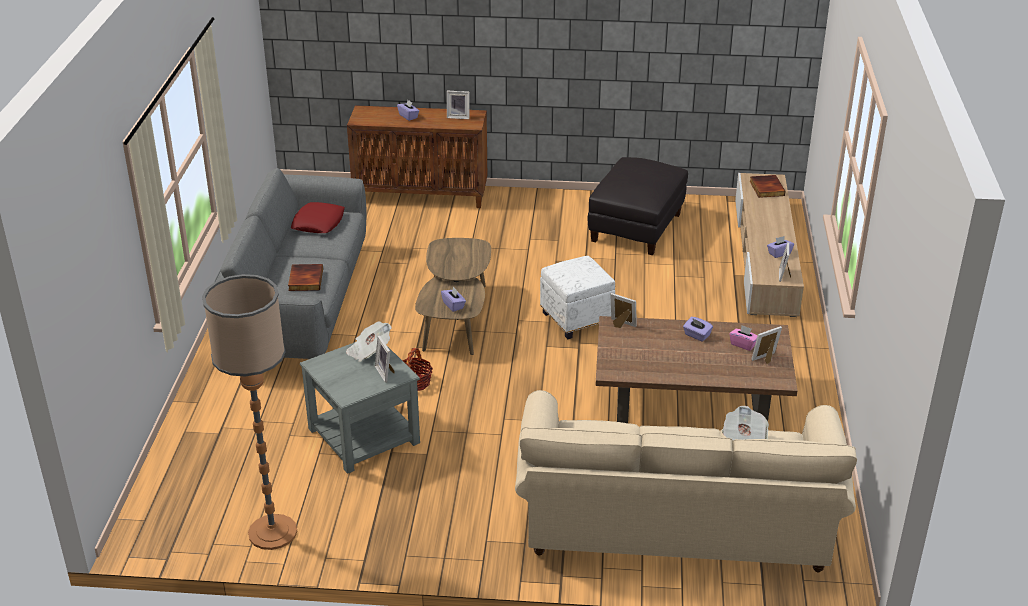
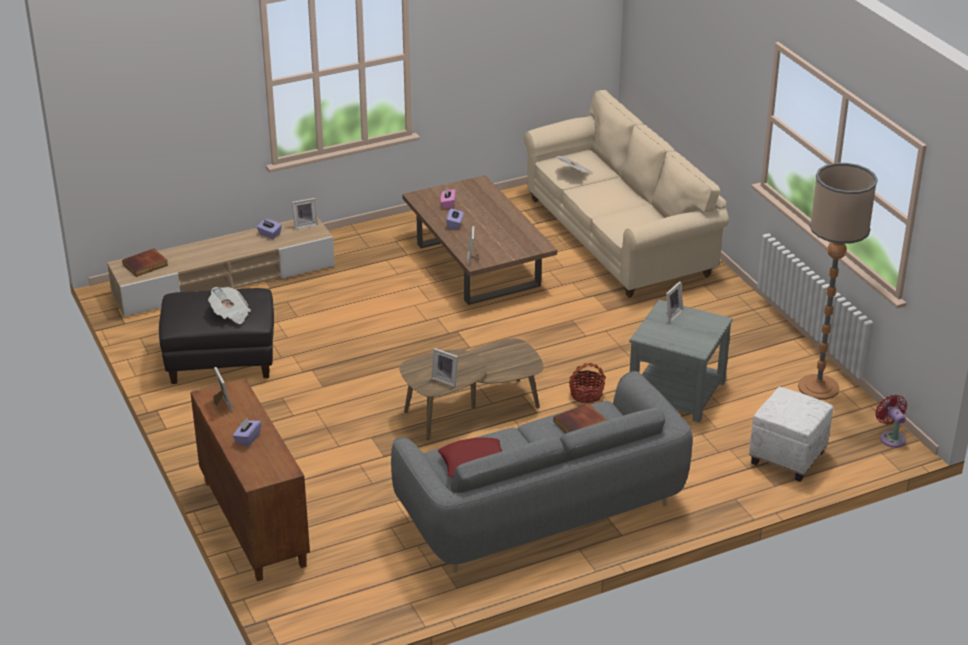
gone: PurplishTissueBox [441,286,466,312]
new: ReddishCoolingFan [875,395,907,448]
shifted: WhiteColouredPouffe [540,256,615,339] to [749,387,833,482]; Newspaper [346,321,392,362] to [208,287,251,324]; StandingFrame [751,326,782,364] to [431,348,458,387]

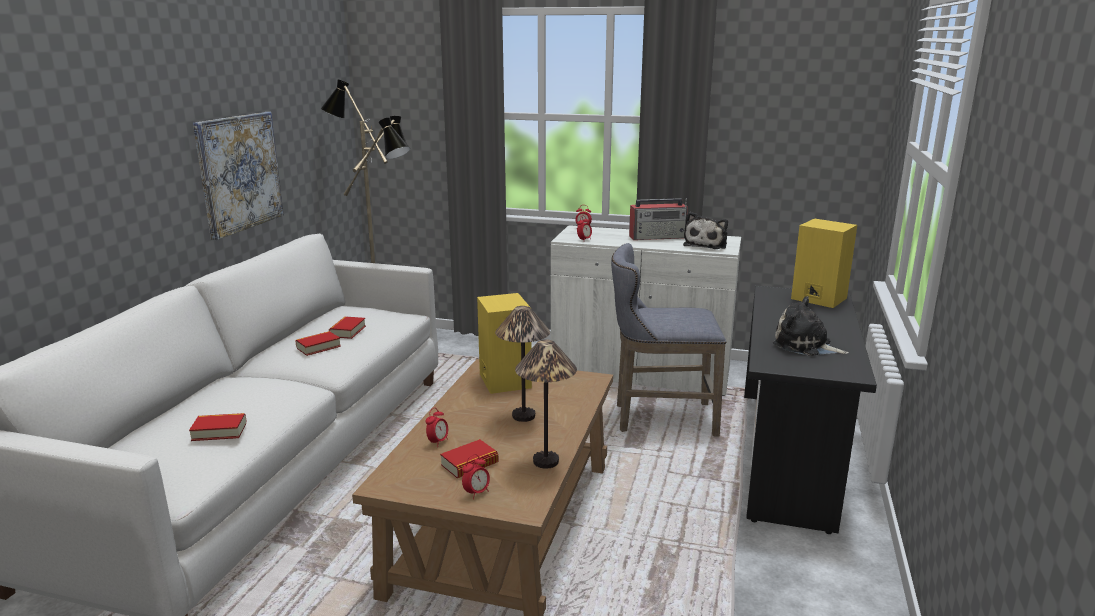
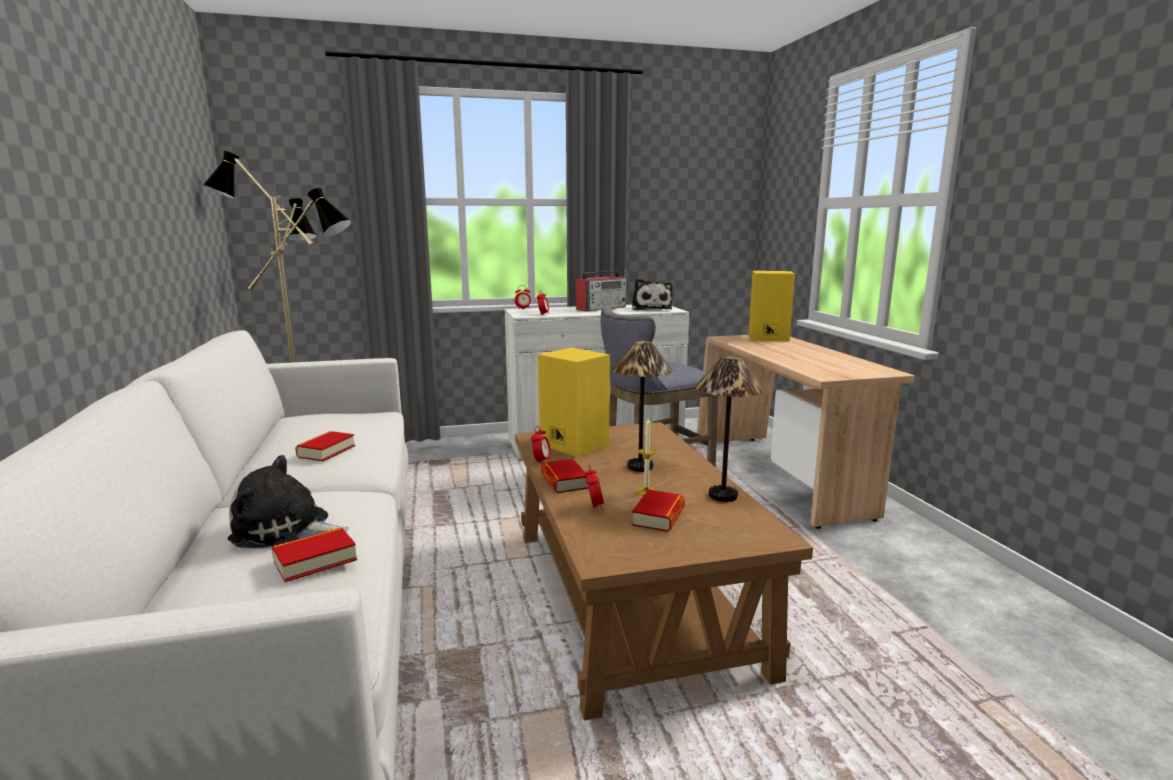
gone: Picture [193,112,284,240]
new: Candle [636,418,656,496]
shifted: PlushToy [773,296,849,356] to [227,455,349,549]; Book [329,317,366,339] to [541,459,589,493]; BedsideClock [462,454,490,499] to [531,426,551,462]
repainted: BlackColouredDeskUnit [744,285,877,534] to BeigeDeskUnit [697,335,915,529]

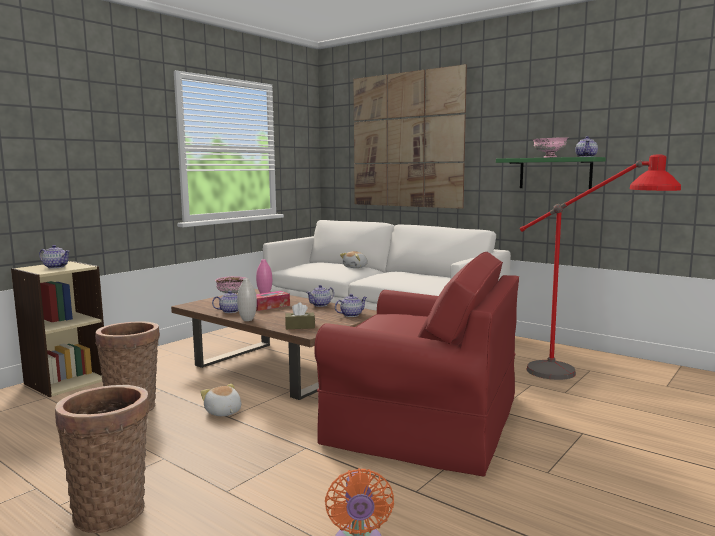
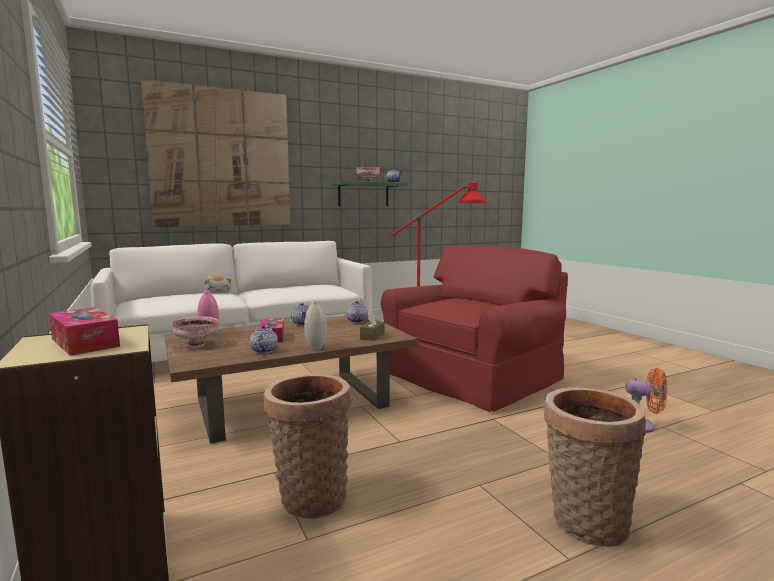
gone: PlushToy [200,384,241,416]
swapped: TeaPot [39,245,70,269] to TissueBox [49,307,120,356]

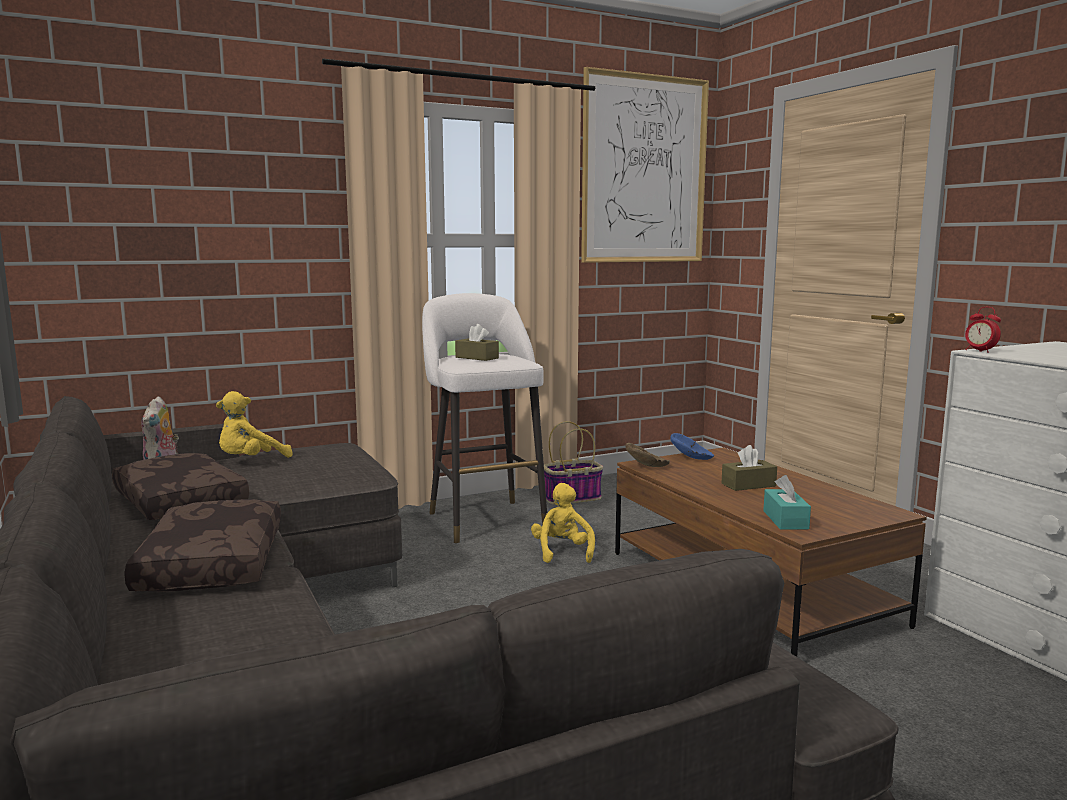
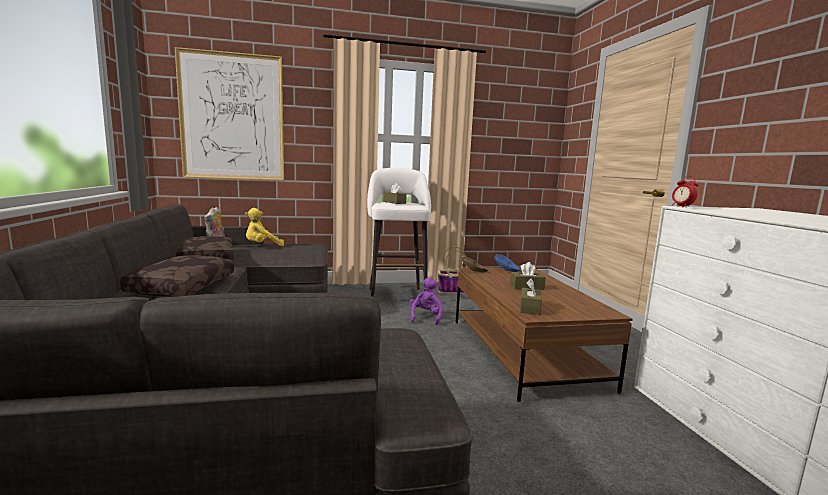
shifted: Picture [581,67,709,263] to [175,47,284,181]
repainted: TurquoiseColouredTissueBox [763,475,811,530] to BrownColouredTissueBox [520,279,542,315]; YellowPlushToy [531,483,595,563] to PurplishPlushToy [410,277,443,325]

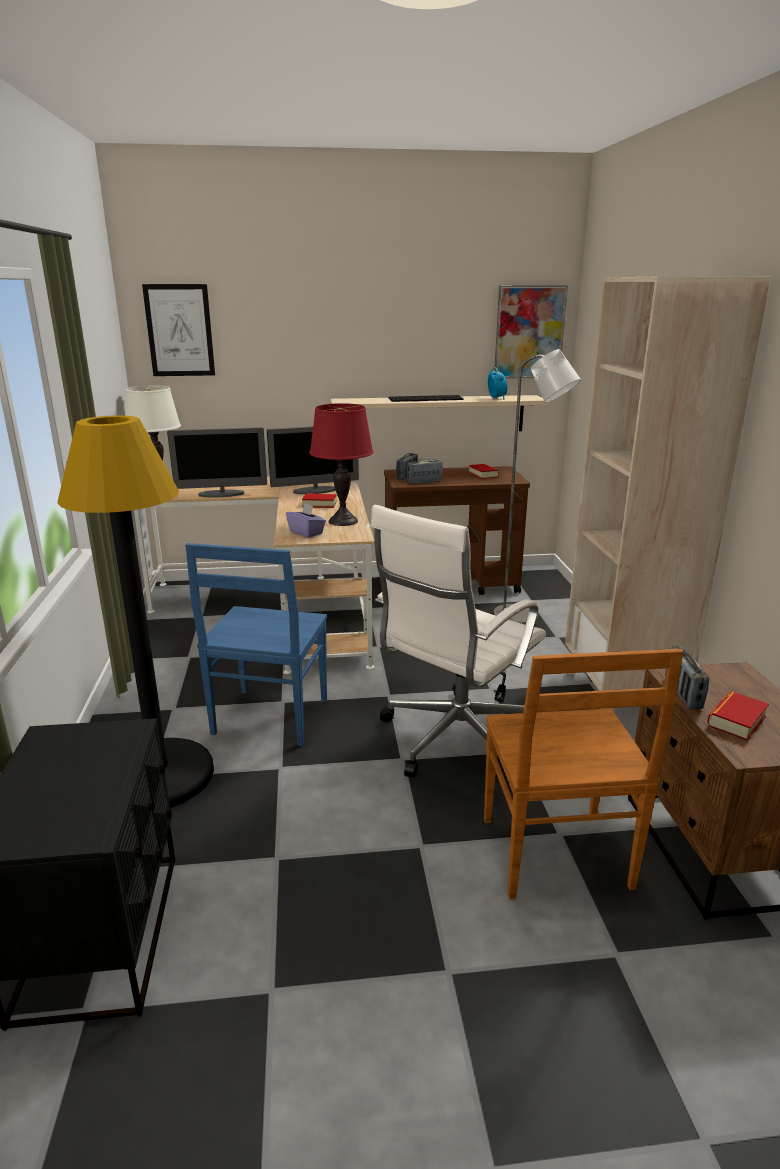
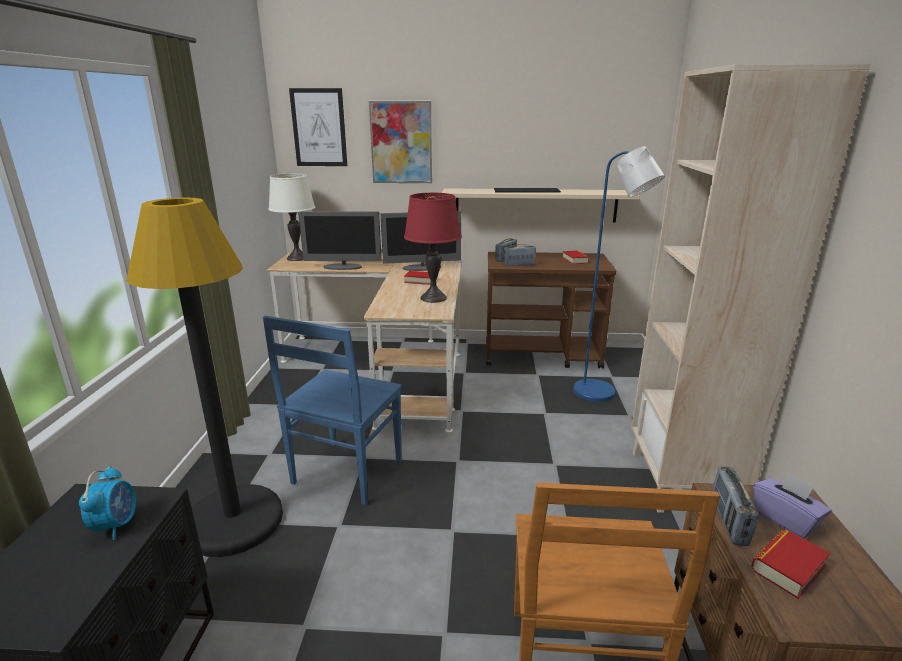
gone: WhiteColouredDeskChair [370,505,546,778]
shifted: Picture [494,286,568,379] to [369,101,432,183]; BedsideClock [488,367,507,400] to [79,466,136,540]; PurplishTissueBox [286,503,326,538] to [753,472,832,539]
repainted: GrayFloorLamp [493,349,581,625] to BluishFloorLamp [573,146,665,402]

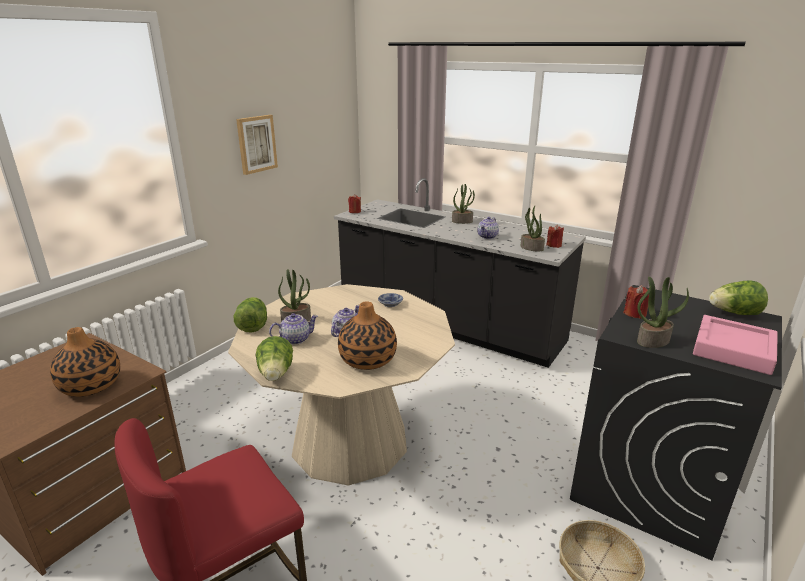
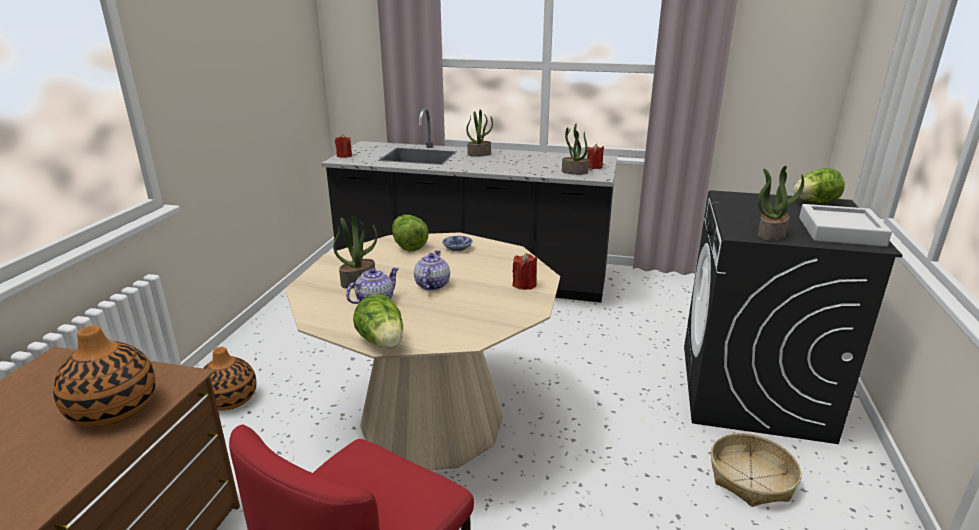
gone: Picture [236,115,278,175]; TeaPot [477,217,499,239]
shifted: ReddishCandle [623,285,649,319] to [512,253,537,290]; LettuceHead [234,297,267,332] to [392,215,429,252]; Vase [338,301,397,370] to [203,347,257,410]
repainted: PinkishCarryingTray [693,315,778,375] to GrayCarryingTray [799,204,892,247]

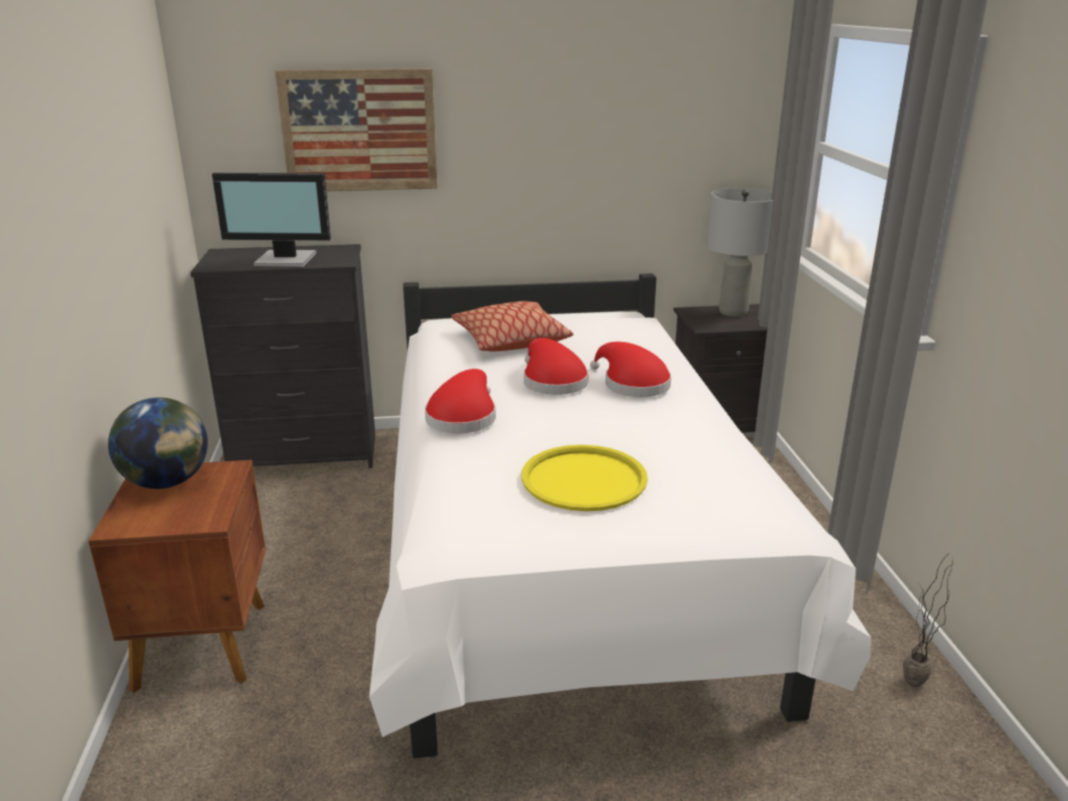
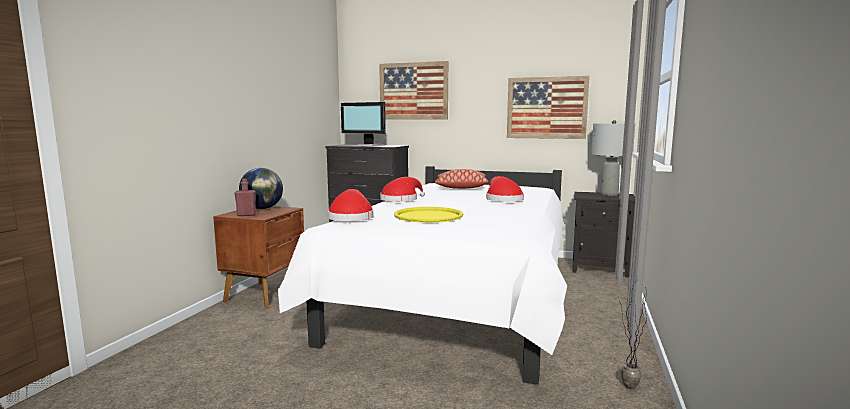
new: Picture [507,76,590,139]; ReddishDrinkBottle [235,178,256,216]
shifted: ReddishClothingHat [524,338,589,395] to [328,189,373,221]

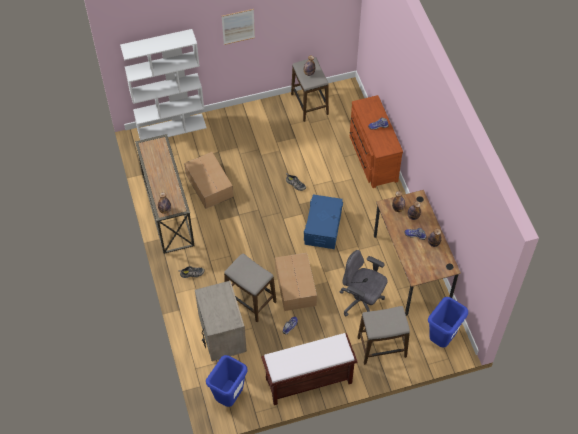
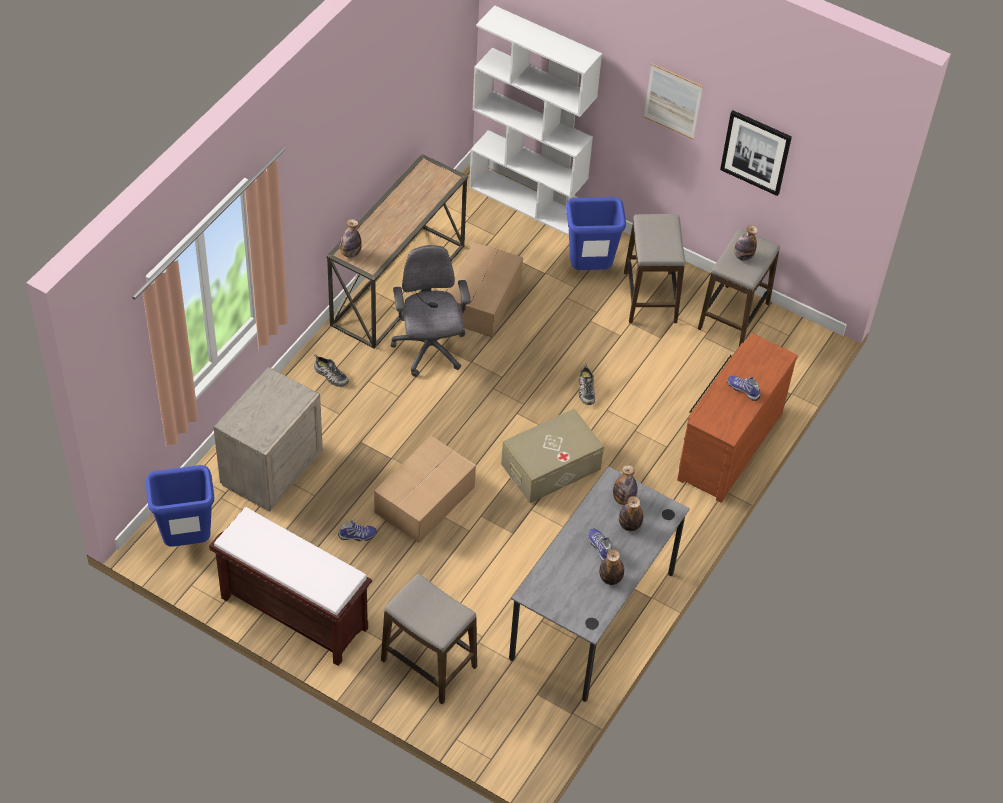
new: Picture [720,110,792,196]
shifted: GrayDeskChair [340,250,388,316] to [391,245,471,377]; StoolSeat [224,253,276,322] to [624,214,685,323]; BluishTrashCan [428,297,468,348] to [566,197,626,270]
repainted: BrownColouredDeskUnit [374,190,461,316] to GrayDeskUnit [509,466,690,702]; BluishStorageContainer [304,194,343,249] to BeigeStorageContainer [501,408,604,503]

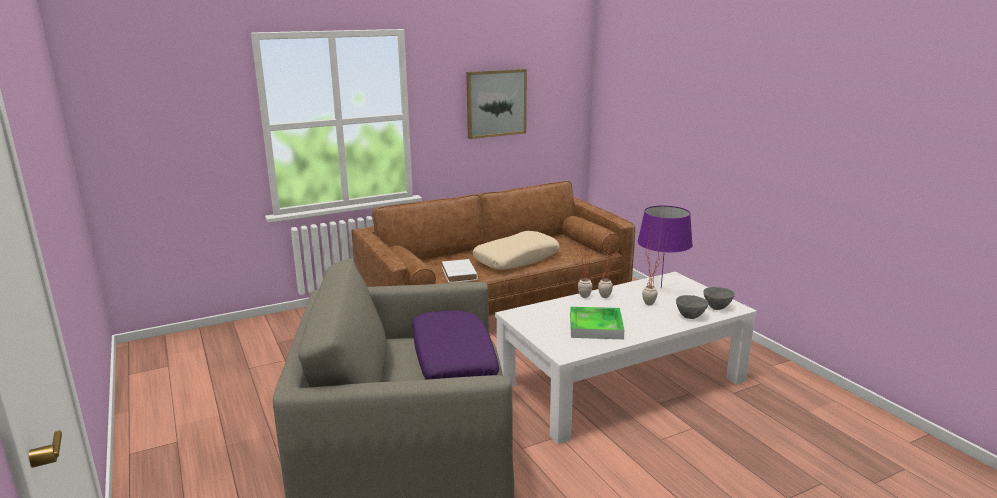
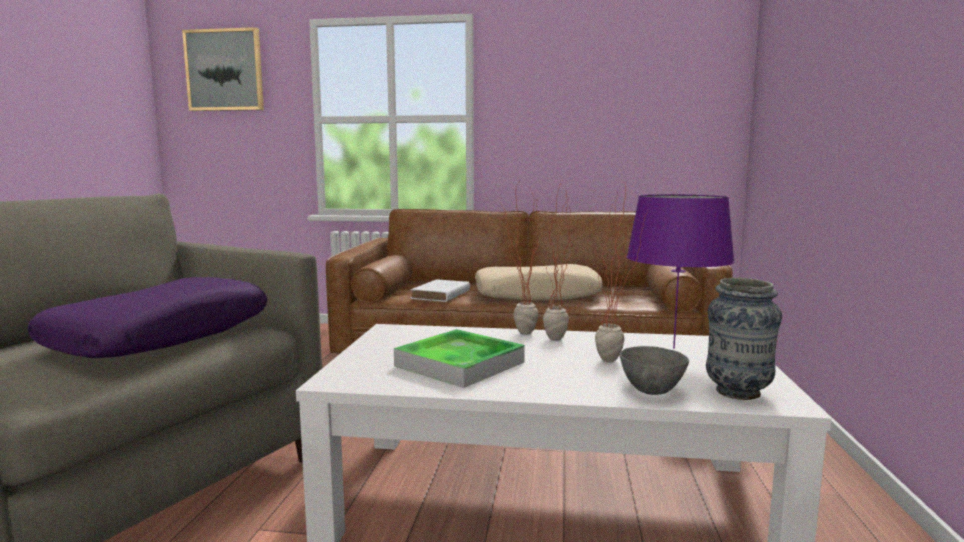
shifted: Picture [466,69,527,139] to [182,27,264,111]
swapped: GrayDeepDish [703,287,735,310] to Vase [706,278,782,400]

